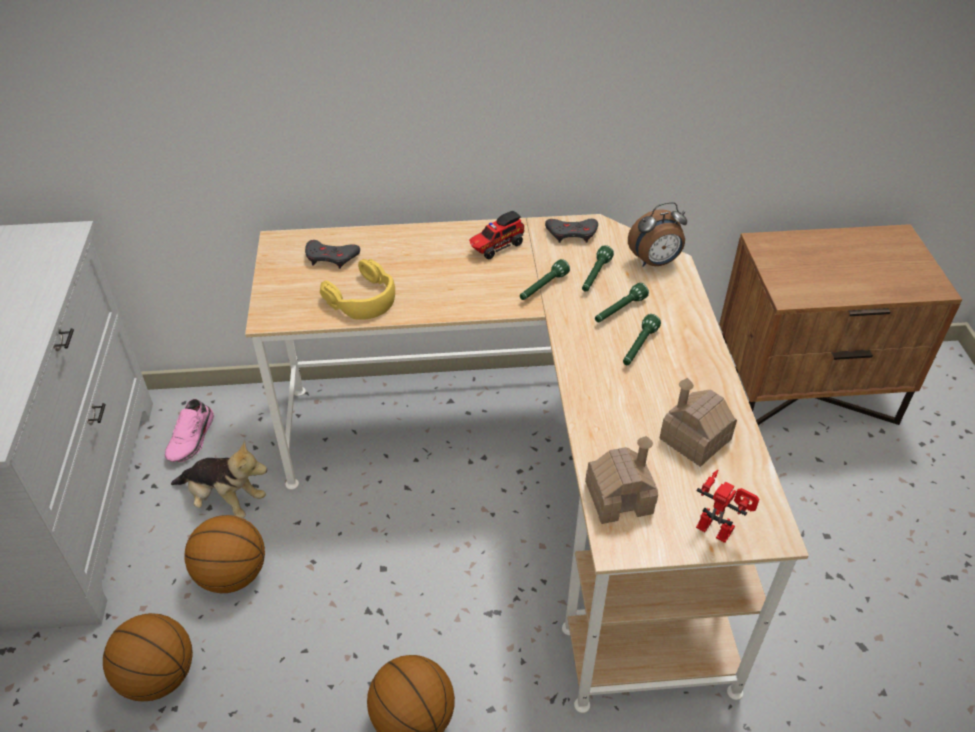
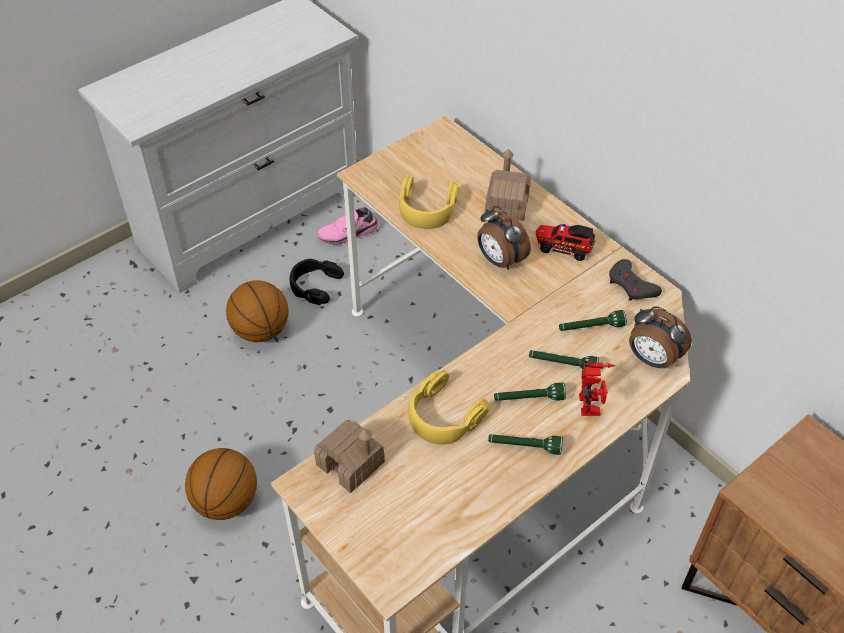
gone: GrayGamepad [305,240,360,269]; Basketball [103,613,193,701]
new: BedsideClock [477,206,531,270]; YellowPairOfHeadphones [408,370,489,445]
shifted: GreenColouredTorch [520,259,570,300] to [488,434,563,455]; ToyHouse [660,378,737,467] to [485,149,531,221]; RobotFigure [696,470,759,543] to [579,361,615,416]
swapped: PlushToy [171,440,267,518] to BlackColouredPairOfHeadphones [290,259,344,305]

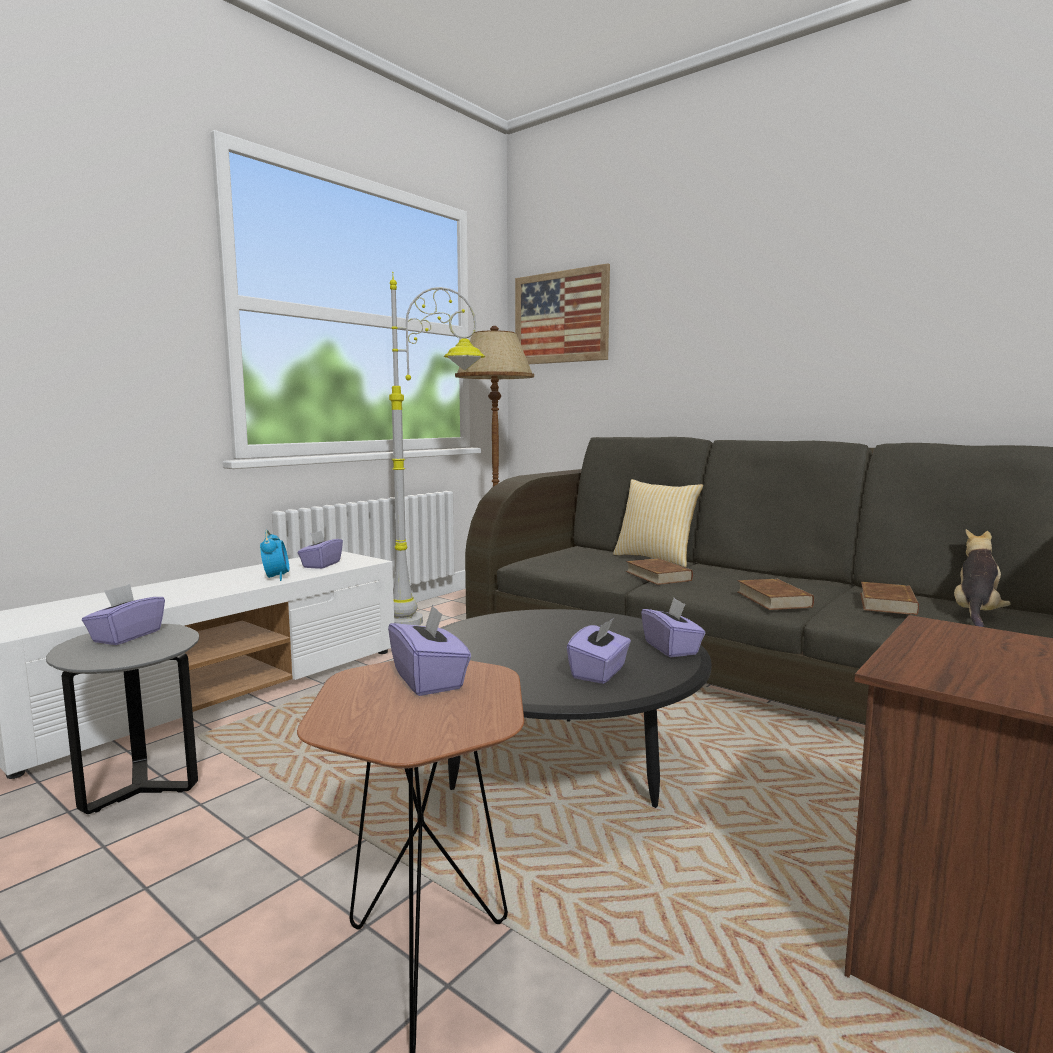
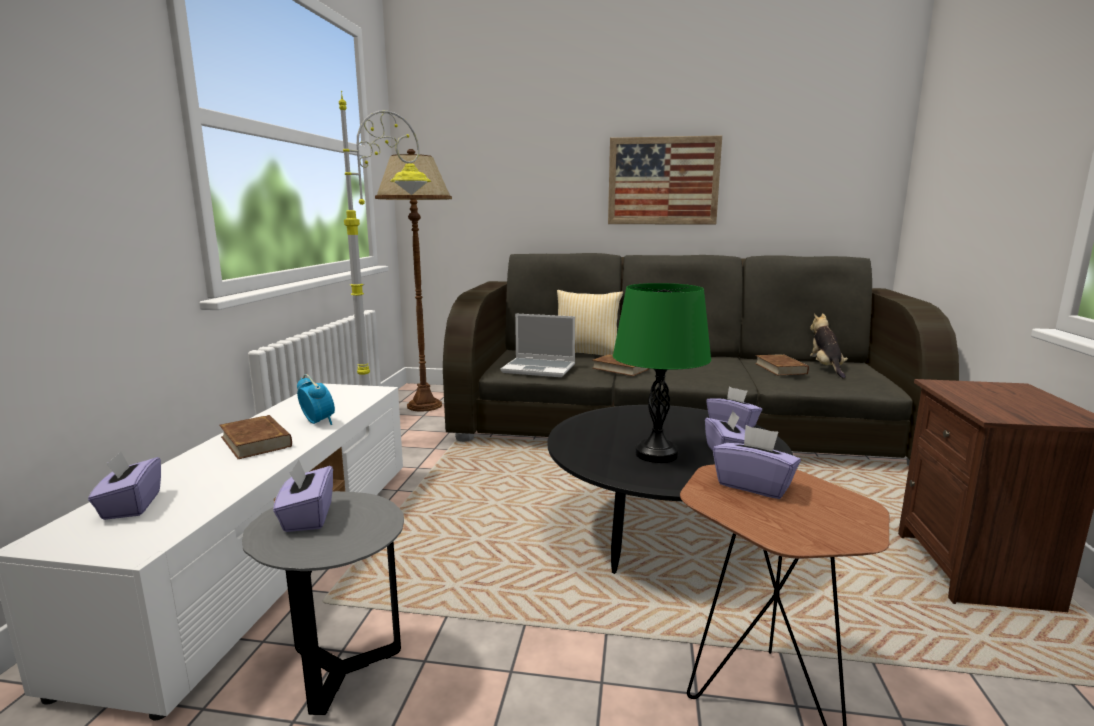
new: GreenColouredLampForATable [613,283,711,463]; Laptop [501,313,575,377]
shifted: Picture [515,263,610,364] to [608,135,722,225]; PurplishTissueBox [298,531,343,569] to [88,451,161,520]; BrownColouredBook [737,579,814,610] to [219,415,292,459]

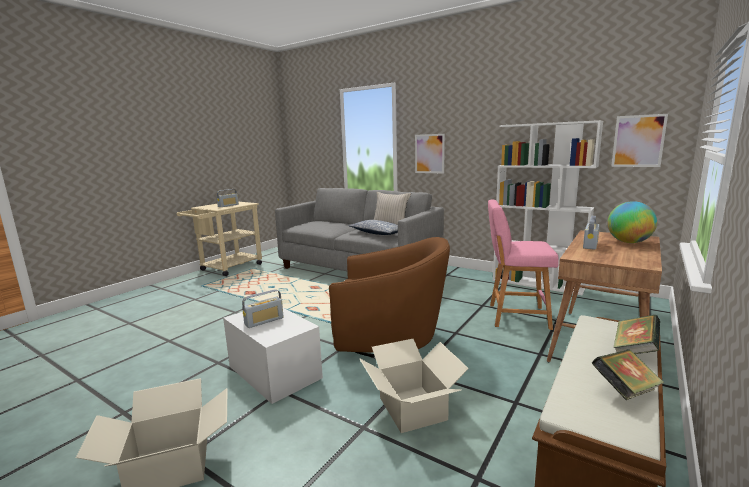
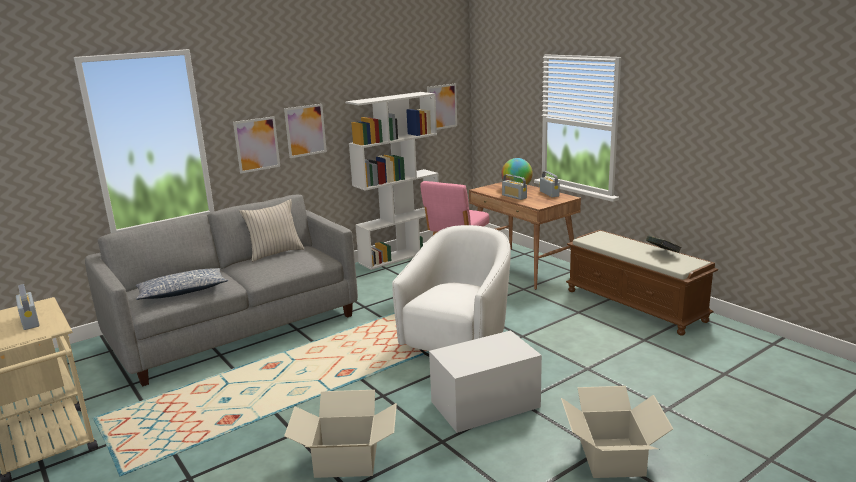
gone: Book [613,315,660,354]
new: Picture [284,104,327,158]
shifted: ThrowPillow [348,220,398,235] to [136,268,228,300]; RadioReceiver [242,289,284,328] to [540,171,560,197]; Carton [360,339,469,433] to [284,390,397,478]
repainted: BrownColouredEasyChair [329,237,450,357] to WhiteColouredEasyChair [392,225,511,357]

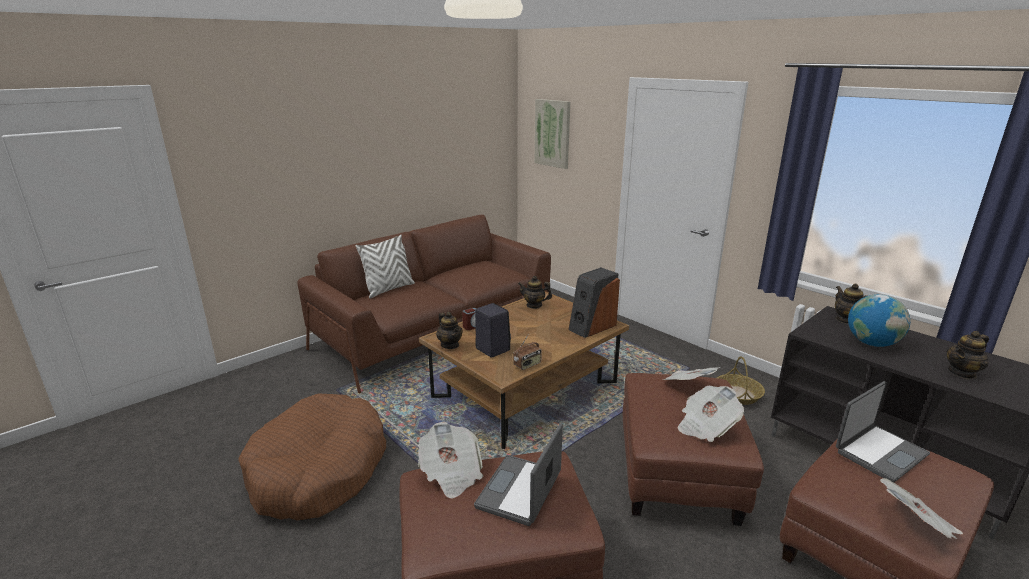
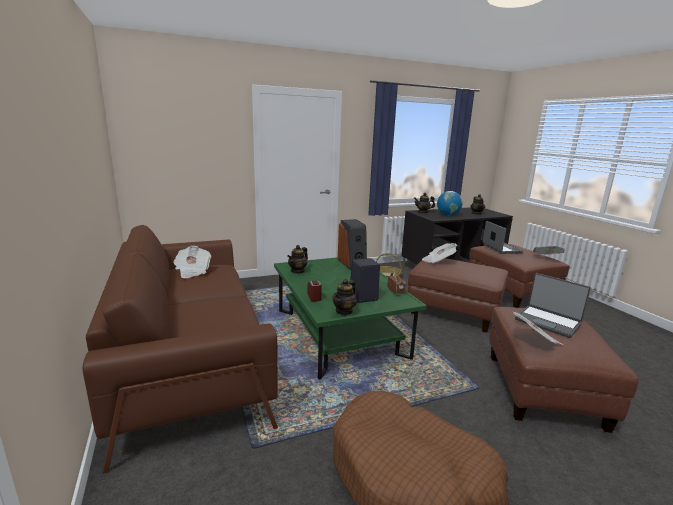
gone: Picture [535,99,570,169]; WhiteColouredThrowPillow [356,235,415,299]
shifted: Newspaper [678,386,744,442] to [173,246,211,278]
repainted: BrownColouredLoungeTable [419,291,629,449] to GreenColouredLoungeTable [274,257,427,380]
rotated: TeaPot [436,312,463,349] = [332,279,357,316] 135 degrees clockwise

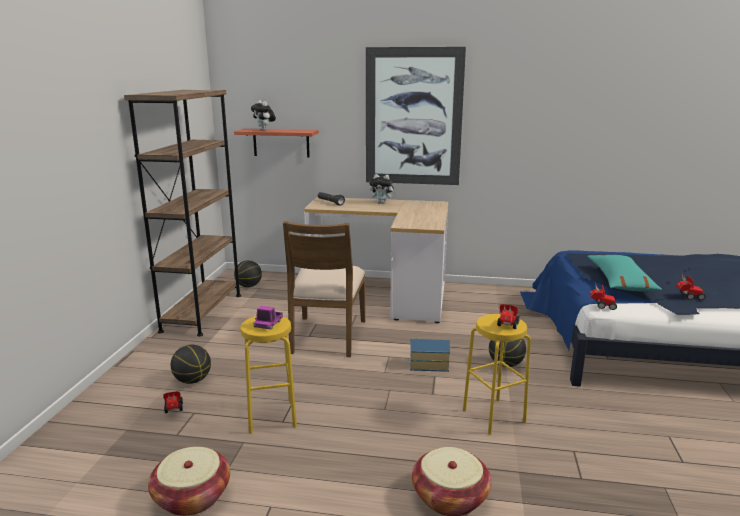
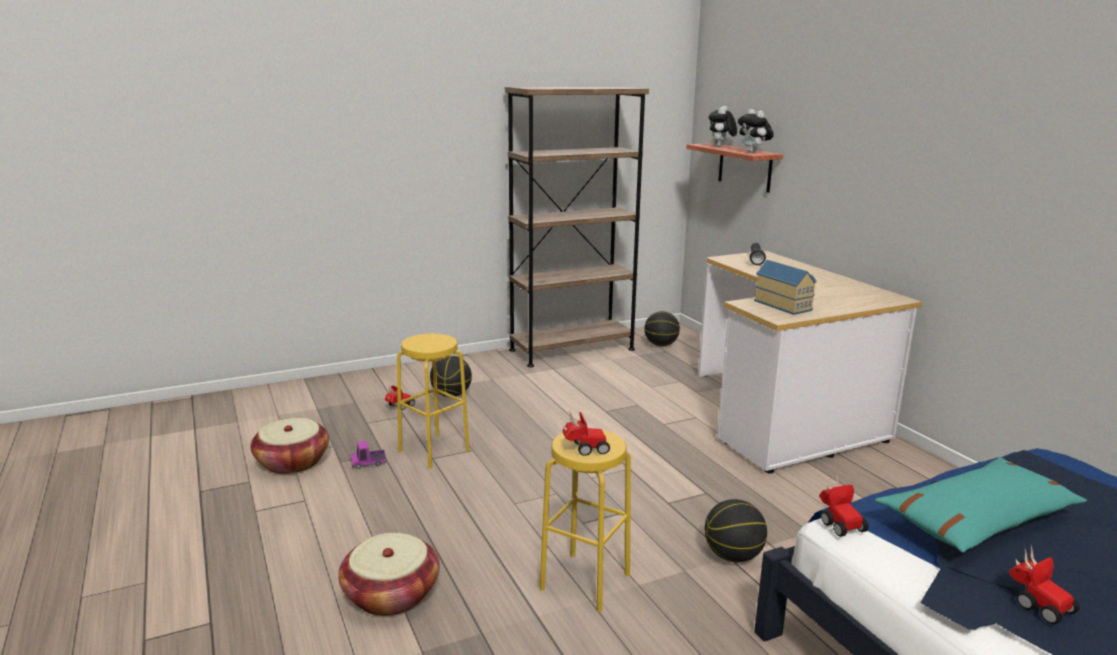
gone: Picture [366,47,466,185]; BrownColouredChair [283,221,365,357]
shifted: PlushToy [369,174,396,204] to [738,109,774,153]; ToyLorry [253,306,283,329] to [351,441,386,469]; ToyHouse [410,338,450,372] to [754,260,817,315]

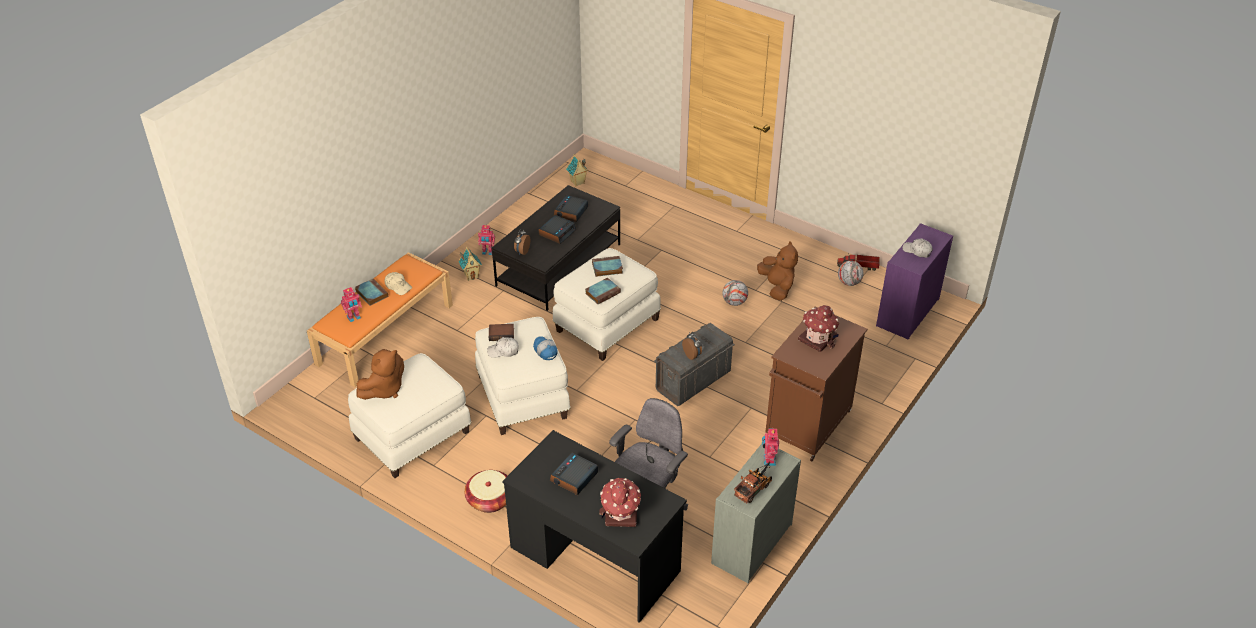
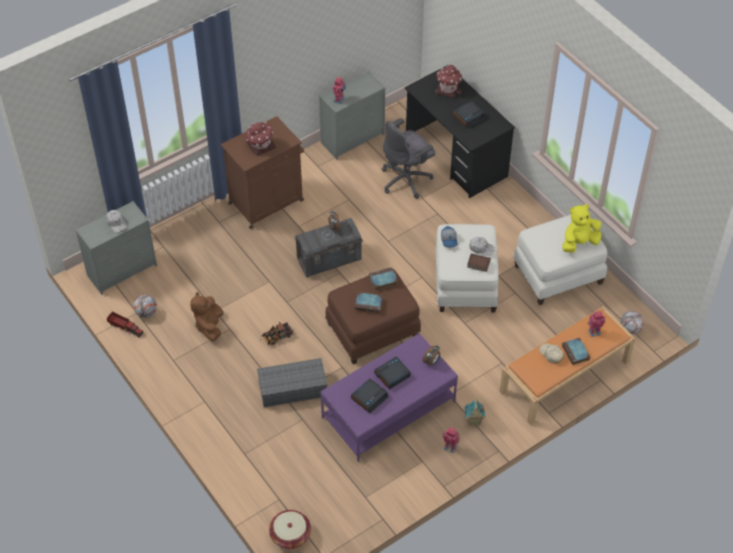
gone: ToyHouse [566,154,588,187]
new: GrayStorageContainer [257,358,327,407]
shifted: Football [722,280,748,306] to [620,311,644,334]; ToyLorry [734,462,772,504] to [261,322,293,345]; StorageBasket [464,470,508,513] to [269,510,311,549]
repainted: BlackColouredLoungeTable [492,185,620,311] to PurplishLoungeTable [320,333,458,462]; PurplishDrawerChest [876,223,953,340] to GrayDrawerChest [76,201,157,295]; WhiteColouredPouffe [553,248,661,361] to BrownColouredPouffe [325,268,421,364]; BrownColouredPlushToy [356,349,404,400] to YellowPlushToy [562,204,602,253]

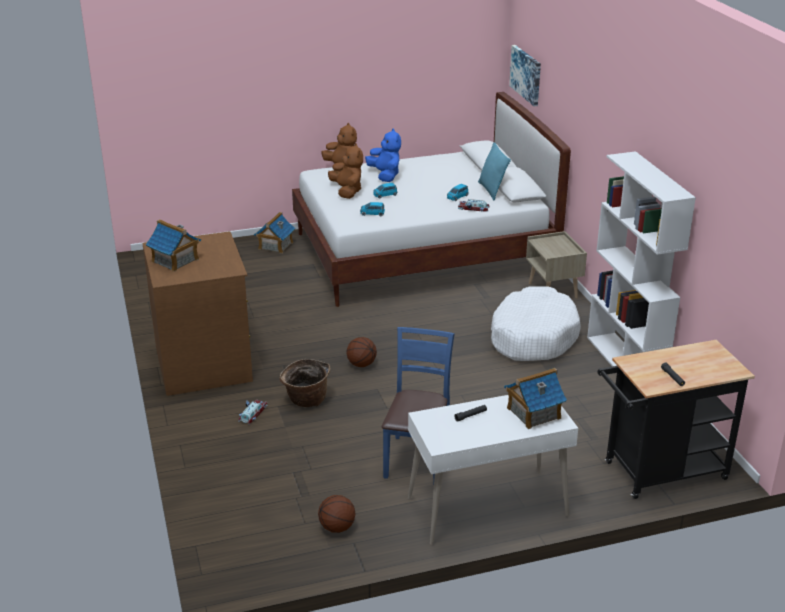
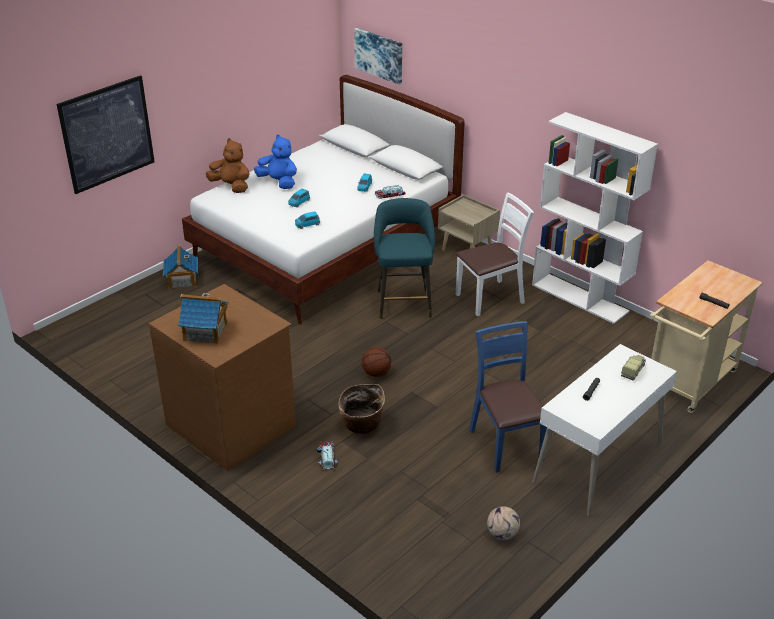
gone: TurquoiseColouredThrowPillow [478,142,511,200]; BrownColouredPlushToy [328,144,363,199]
new: Picture [57,75,155,194]; TurquoiseColouredStoolSeat [374,198,435,319]
swapped: WhiteColouredDogBed [491,286,581,361] to WhiteColouredChair [456,193,534,316]; ToyHouse [504,368,567,429] to ToyLorry [621,355,646,380]; Basketball [318,495,356,533] to Football [487,506,520,540]
repainted: BlackColouredWheeledCart [597,340,755,499] to BeigeWheeledCart [650,260,763,413]

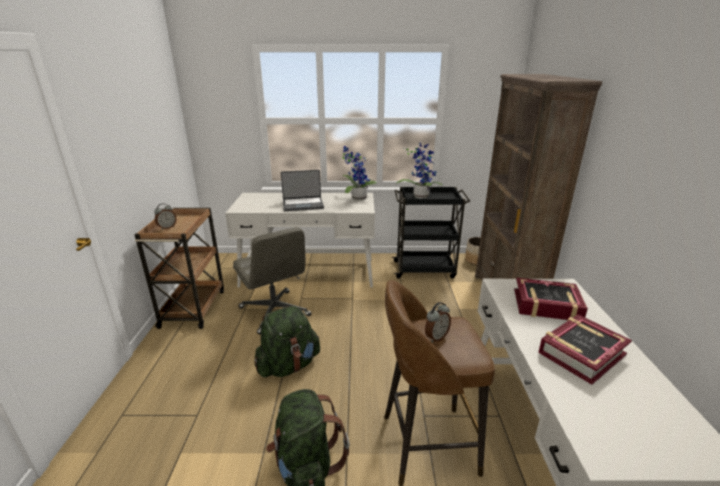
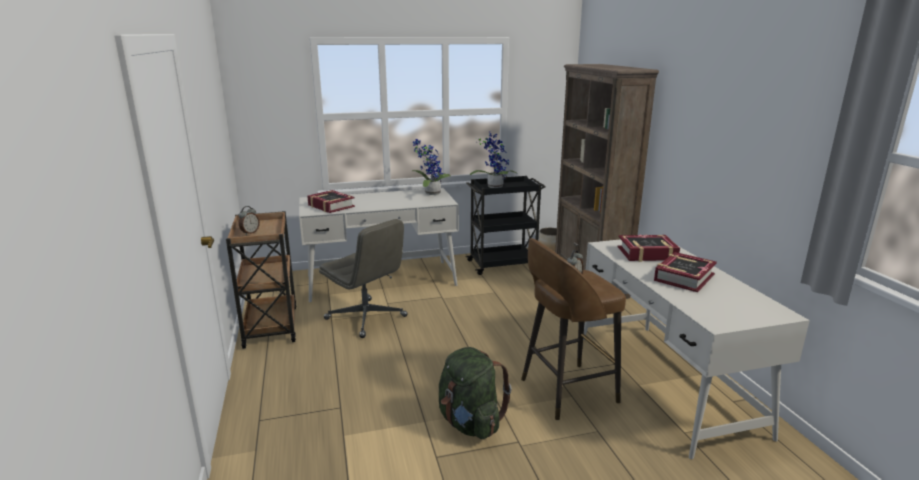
gone: Laptop [281,170,324,211]; GreenColouredKnapsack [255,306,320,377]
new: Book [307,190,355,213]

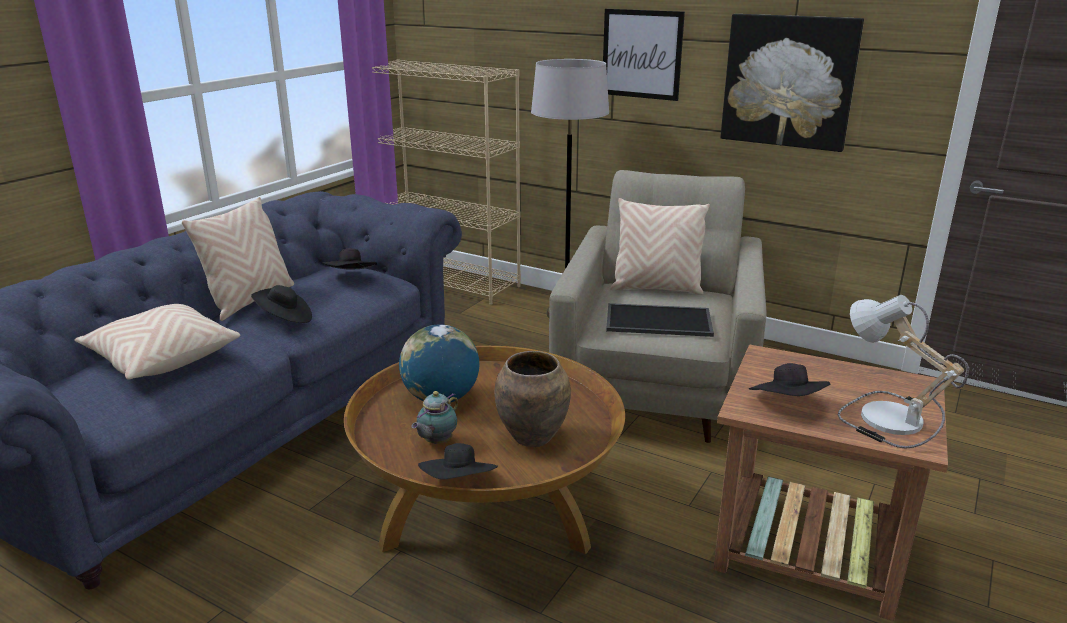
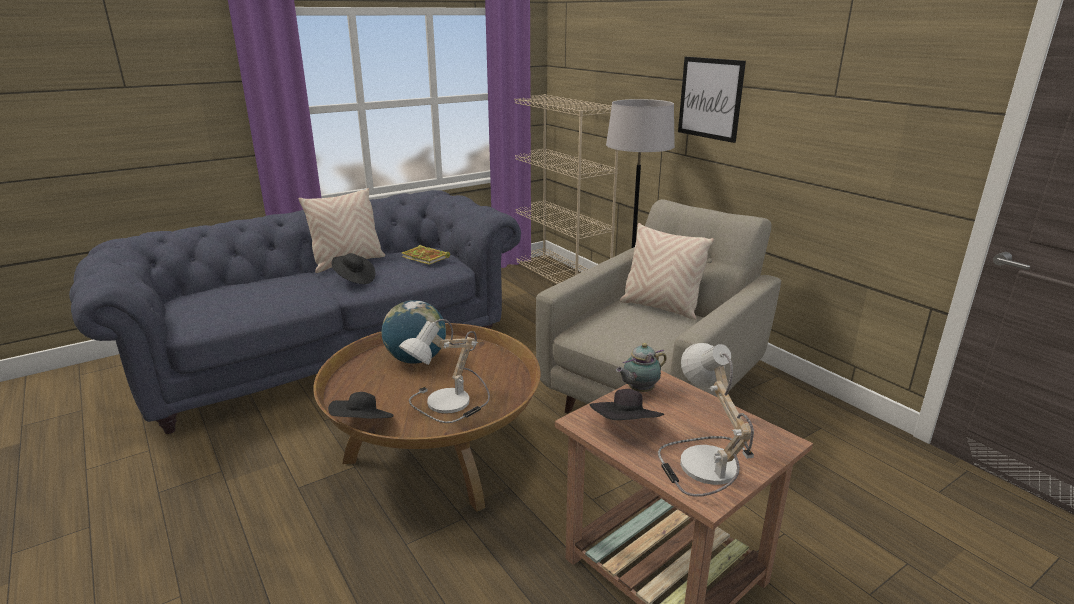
gone: Picture [720,14,864,152]; CarryingTray [606,303,714,337]; BeigeThrowPillow [74,304,240,380]
shifted: TeaPot [411,391,458,444] to [616,343,667,392]
swapped: BlackColouredClothingHat [322,248,377,269] to Book [402,245,450,265]; BrownColouredVase [494,351,571,447] to LampForATable [399,319,490,423]

